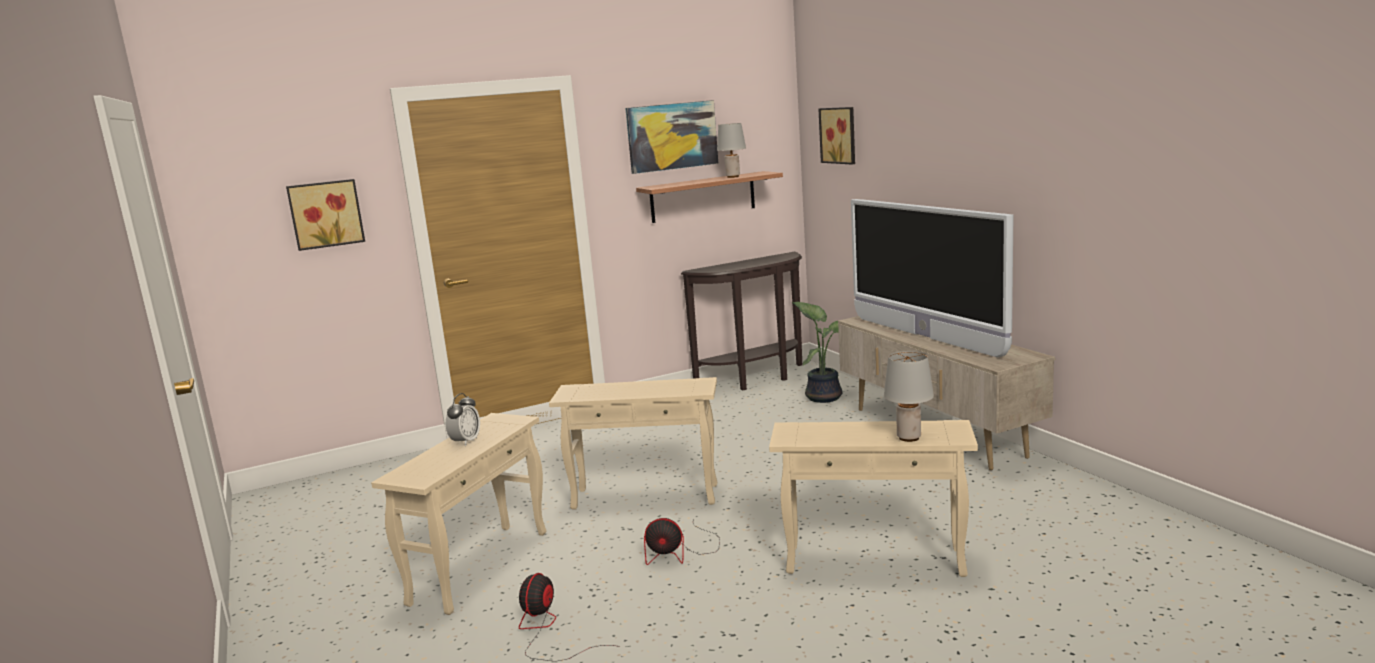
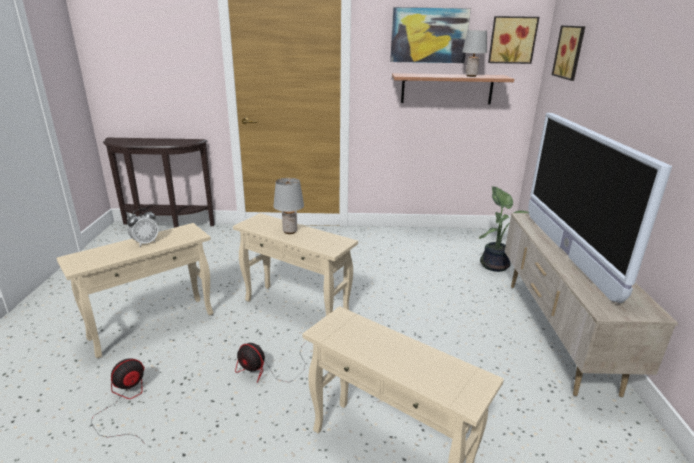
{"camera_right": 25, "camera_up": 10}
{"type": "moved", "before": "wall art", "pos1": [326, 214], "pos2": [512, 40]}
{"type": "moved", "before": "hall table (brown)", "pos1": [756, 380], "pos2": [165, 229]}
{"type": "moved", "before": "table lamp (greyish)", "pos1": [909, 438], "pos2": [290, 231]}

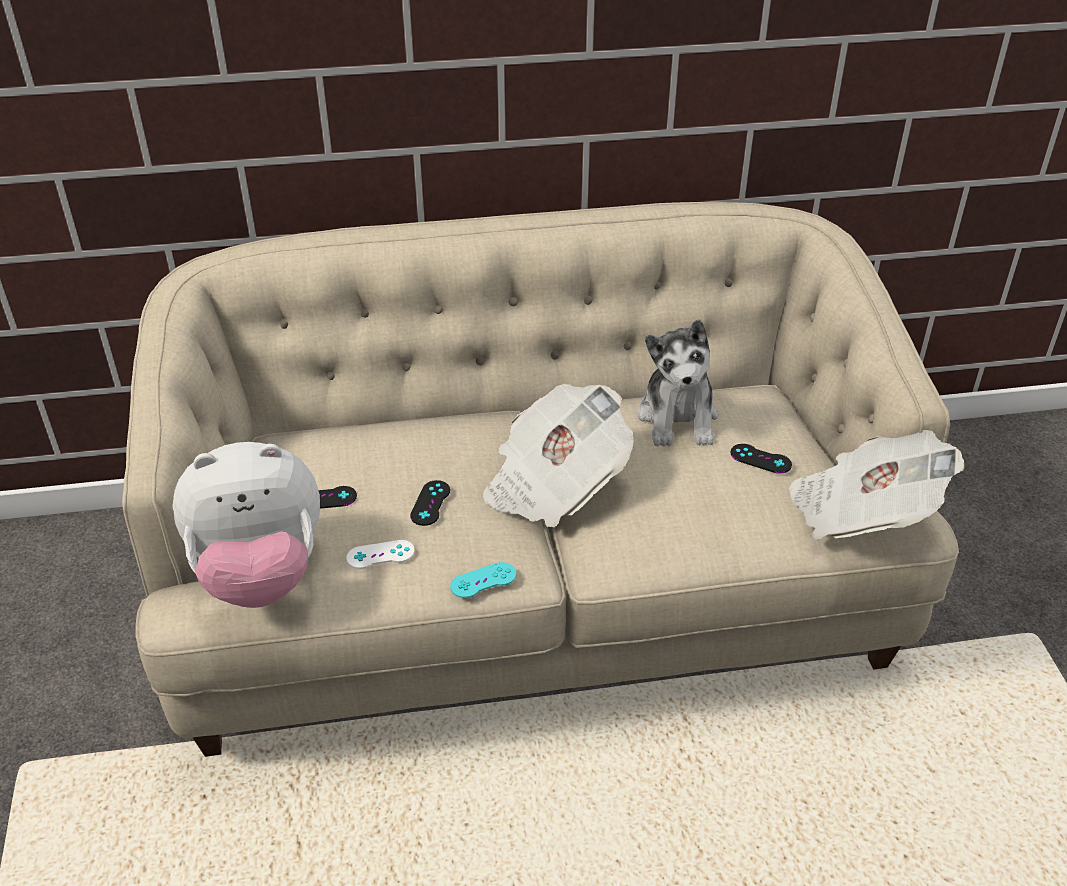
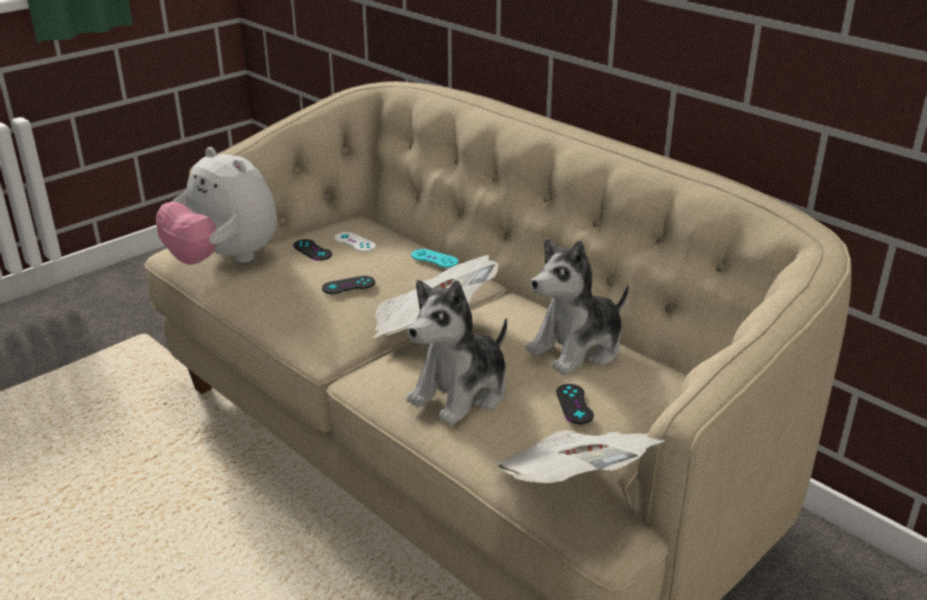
{"camera_right": 55, "camera_up": -10}
{"type": "added", "after": "cuddly toy", "pos2": [461, 393]}
{"type": "moved", "before": "joypad (white-coloured)", "pos1": [380, 555], "pos2": [355, 242]}
{"type": "moved", "before": "joypad (turquoise-coloured)", "pos1": [483, 580], "pos2": [434, 259]}

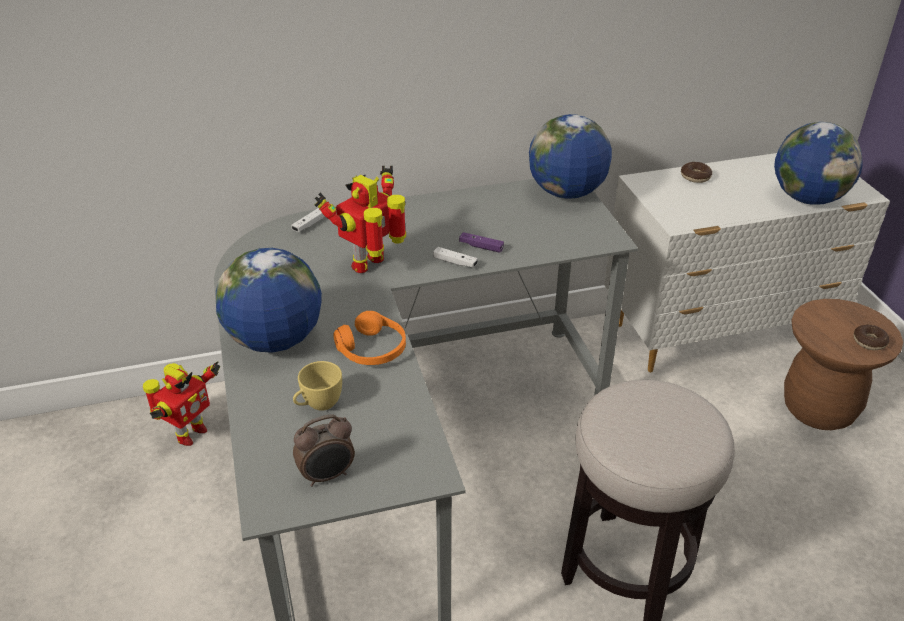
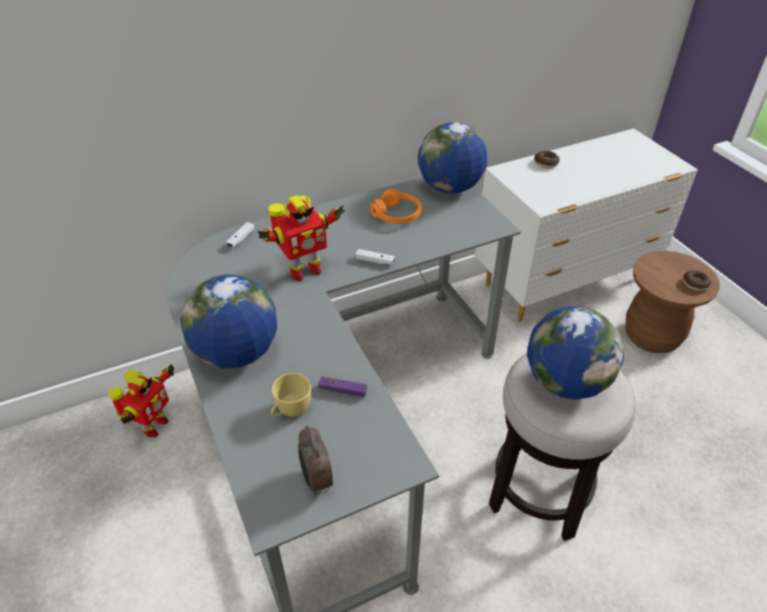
{"camera_right": -10, "camera_up": 5}
{"type": "moved", "before": "headset (orangey)", "pos1": [372, 349], "pos2": [397, 214]}
{"type": "moved", "before": "joypad (purple)", "pos1": [481, 247], "pos2": [343, 390]}
{"type": "moved", "before": "globe", "pos1": [807, 198], "pos2": [565, 382]}
{"type": "turned", "before": "alarm clock", "pos1": [327, 476], "pos2": [316, 480], "turn": 105}
{"type": "turned", "before": "robot figure", "pos1": [371, 264], "pos2": [303, 271], "turn": -150}

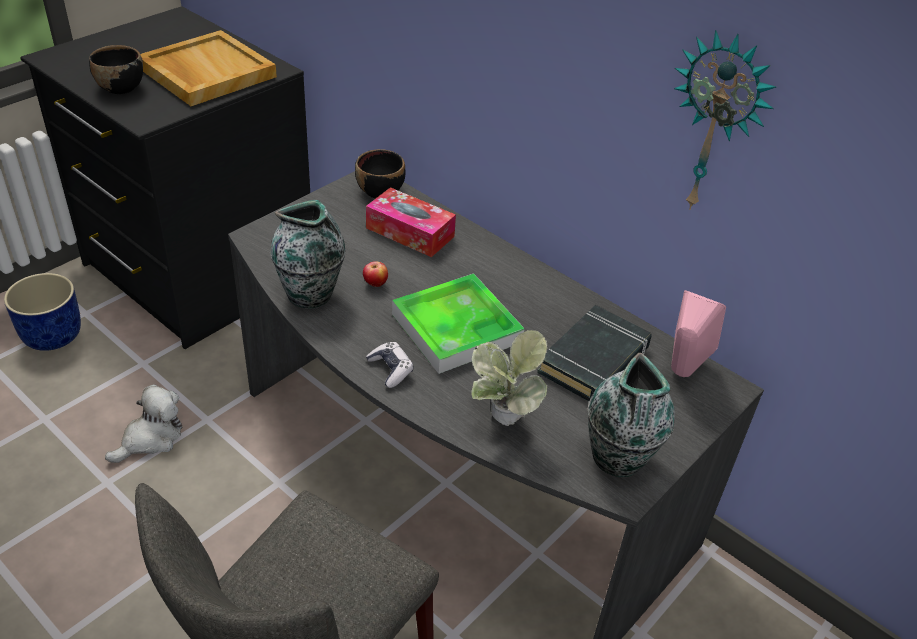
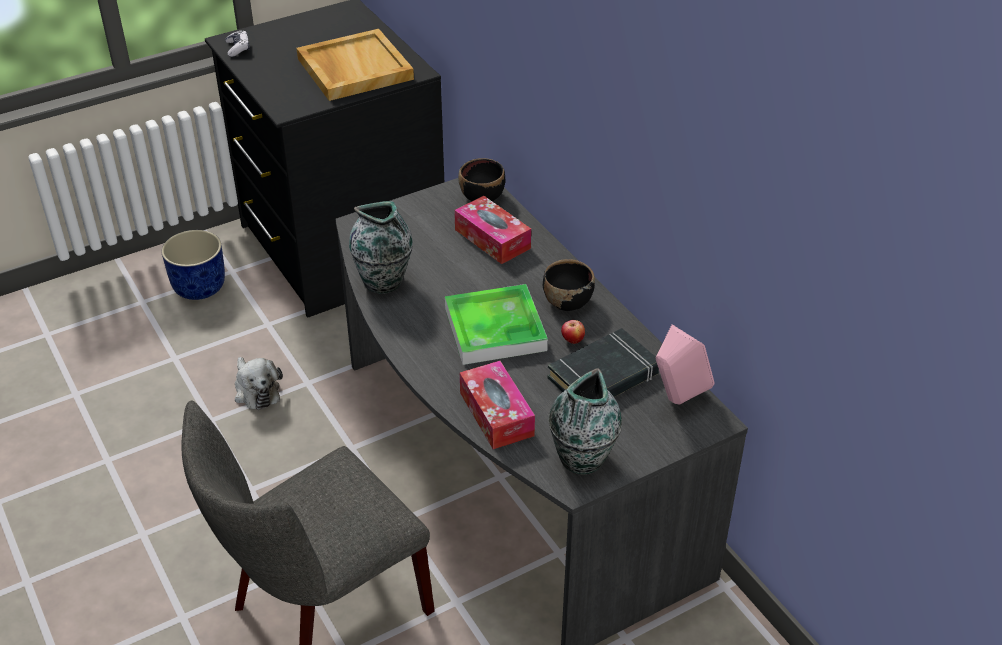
{"camera_right": 20, "camera_up": 0}
{"type": "removed", "before": "hanging clock", "pos1": [716, 124]}
{"type": "moved", "before": "deep dish (black-coloured)", "pos1": [120, 87], "pos2": [567, 301]}
{"type": "moved", "before": "apple", "pos1": [375, 284], "pos2": [572, 341]}
{"type": "moved", "before": "joypad", "pos1": [390, 369], "pos2": [238, 48]}
{"type": "replaced", "before": "potted plant", "after": "tissue box", "pos1": [501, 424], "pos2": [496, 414]}
{"type": "turned", "before": "cuddly toy", "pos1": [151, 438], "pos2": [256, 390], "turn": 90}

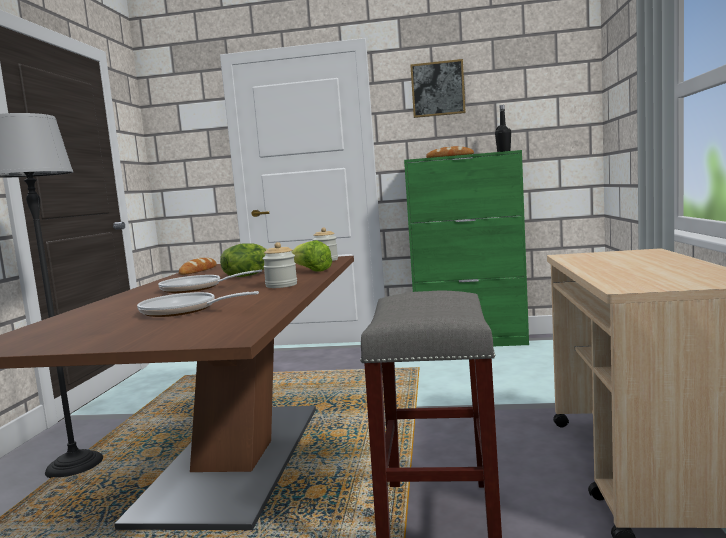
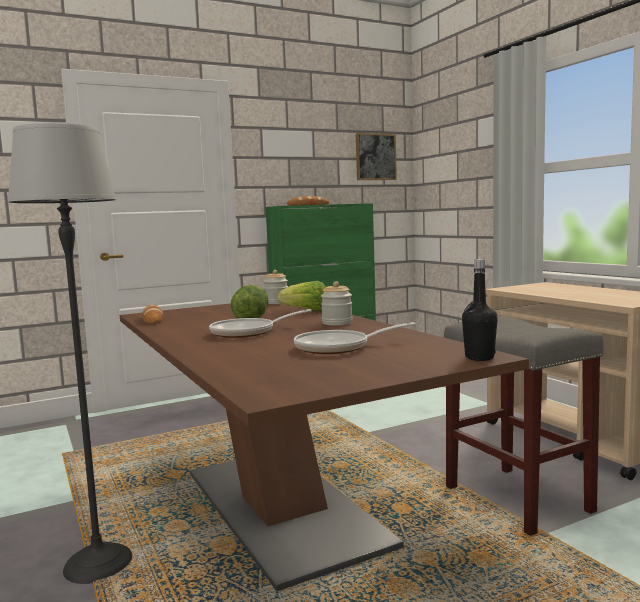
{"camera_right": -35, "camera_up": 0}
{"type": "moved", "before": "wall art", "pos1": [437, 89], "pos2": [375, 157]}
{"type": "moved", "before": "beverage bottle (black-coloured)", "pos1": [503, 152], "pos2": [479, 357]}

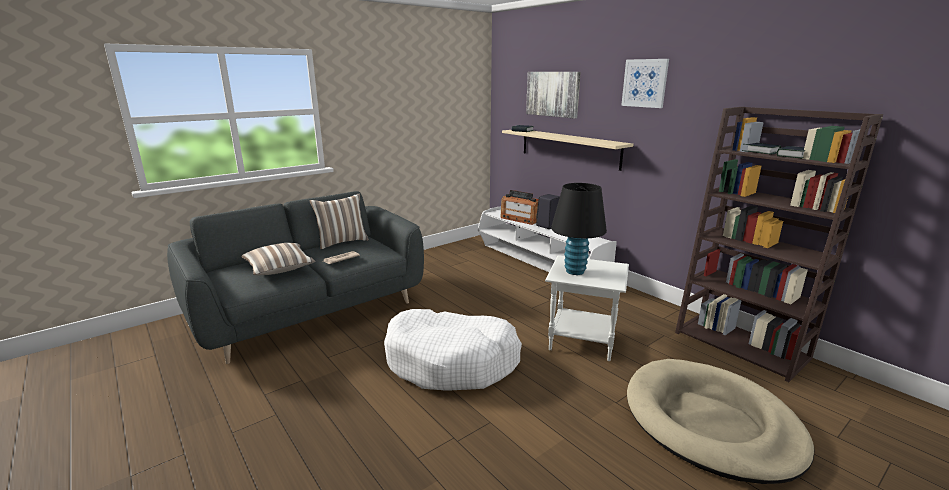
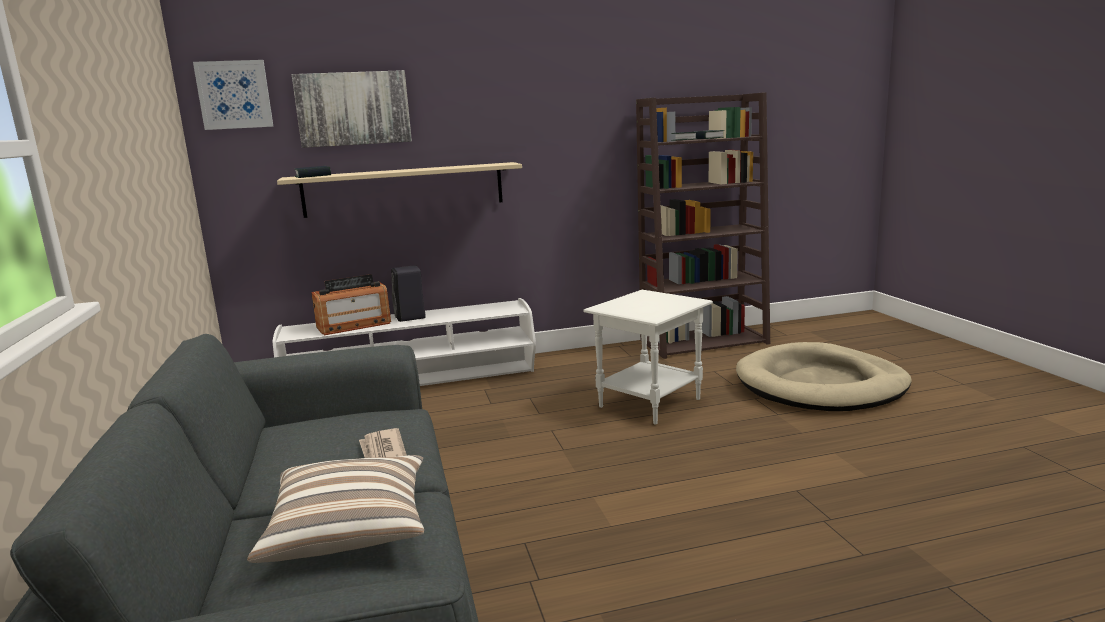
{"camera_right": -65, "camera_up": -5}
{"type": "removed", "before": "pillow", "pos1": [342, 242]}
{"type": "removed", "before": "pet bed (white-coloured)", "pos1": [452, 361]}
{"type": "removed", "before": "table lamp (black-coloured)", "pos1": [574, 271]}
{"type": "moved", "before": "wall art", "pos1": [645, 83], "pos2": [234, 95]}

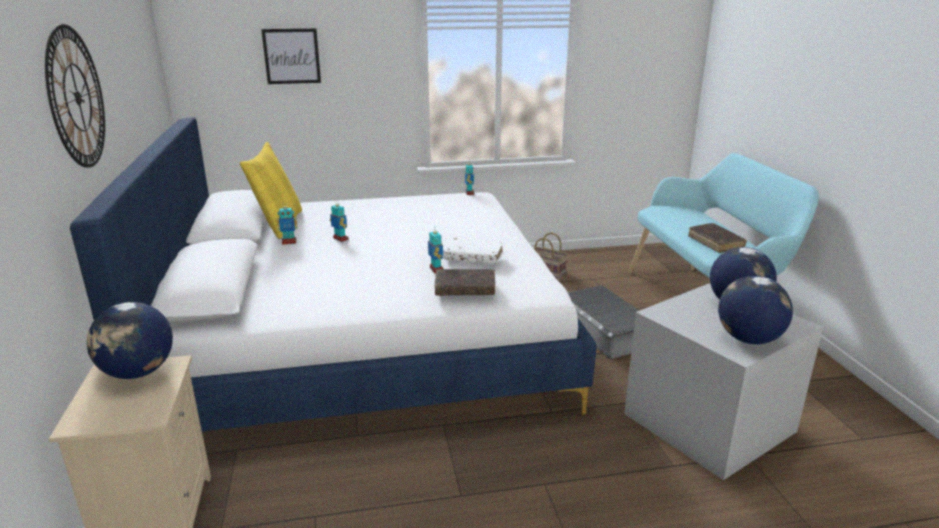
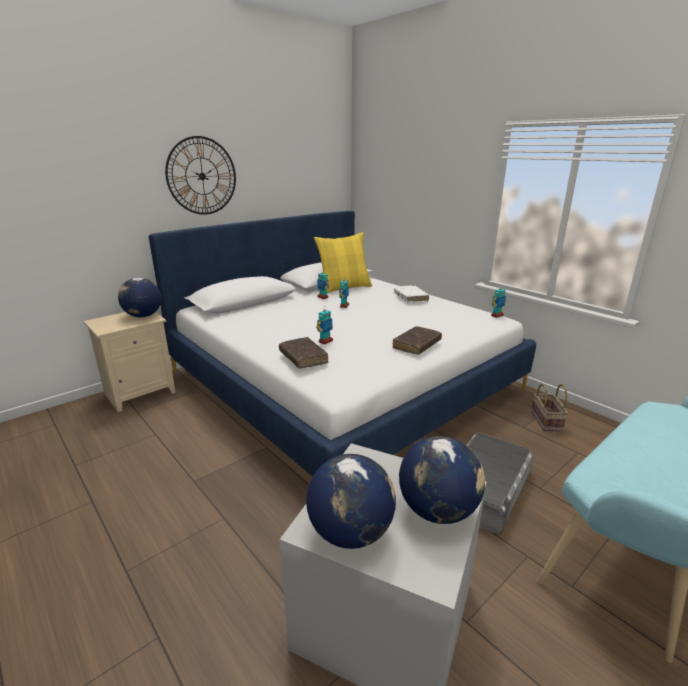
{"camera_right": 60, "camera_up": 0}
{"type": "removed", "before": "wall art", "pos1": [292, 56]}
{"type": "moved", "before": "volume (white-coloured)", "pos1": [474, 257], "pos2": [410, 298]}
{"type": "moved", "before": "volume (brown)", "pos1": [715, 243], "pos2": [416, 345]}

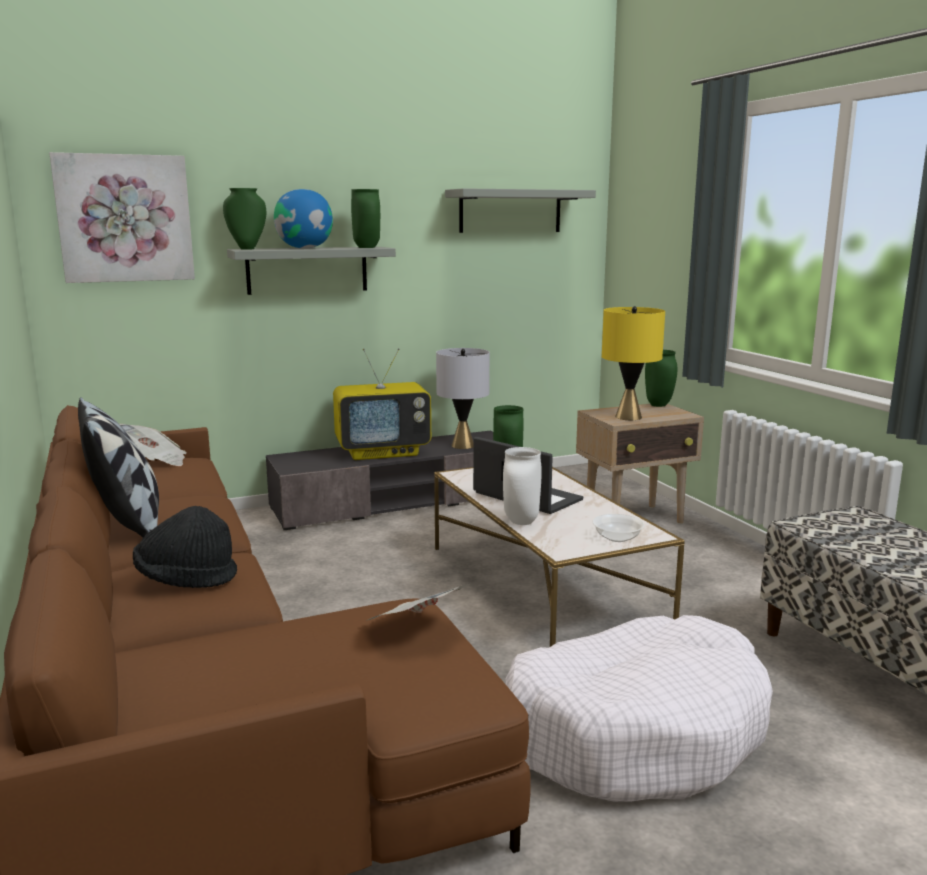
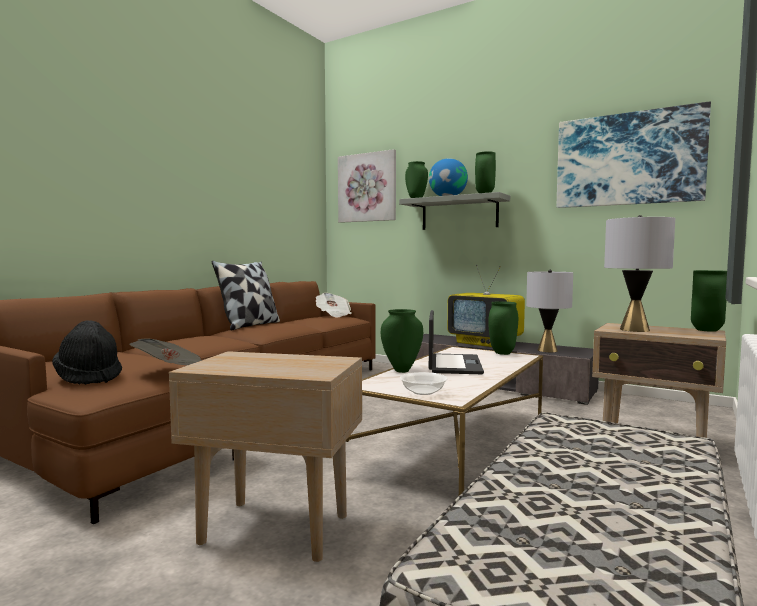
{"camera_right": 55, "camera_up": -10}
{"type": "moved", "before": "clothing hat (black-coloured)", "pos1": [186, 579], "pos2": [89, 377]}
{"type": "replaced", "before": "bracket shelf (greyish)", "after": "wall art", "pos1": [510, 211], "pos2": [628, 159]}
{"type": "replaced", "before": "pet bed (white-coloured)", "after": "end table (beige)", "pos1": [634, 731], "pos2": [273, 529]}
{"type": "recoloured", "before": "decorative vase (white-coloured)", "after": "decorative vase (greenish)", "pos1": [522, 522], "pos2": [401, 371]}
{"type": "recoloured", "before": "table lamp (yellow)", "after": "table lamp (greyish)", "pos1": [628, 417], "pos2": [634, 330]}

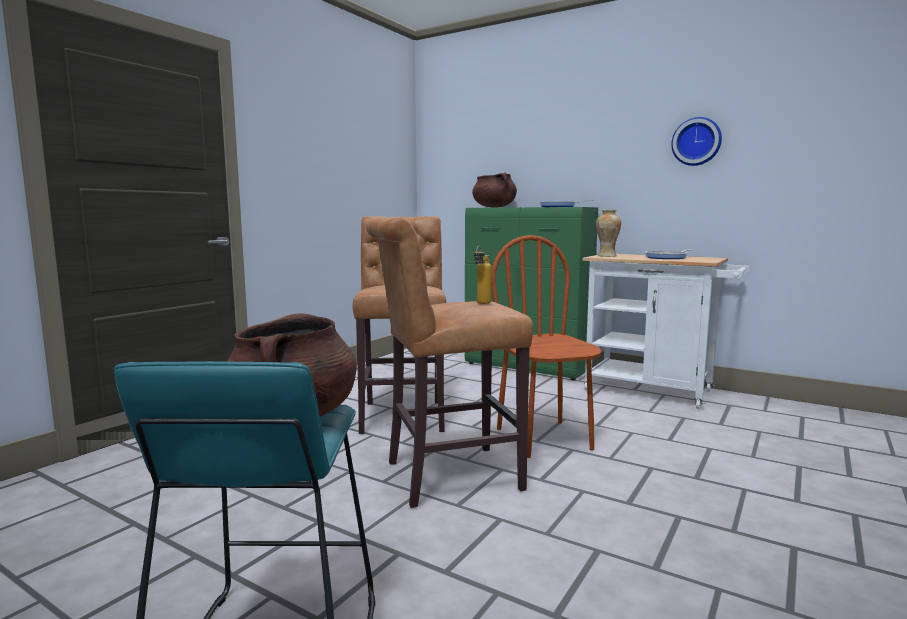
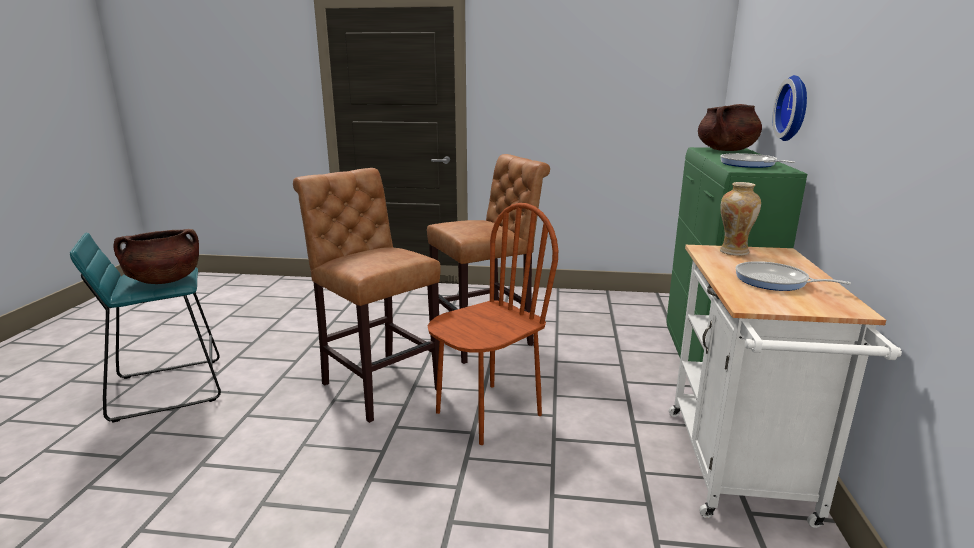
{"camera_right": 65, "camera_up": 10}
{"type": "removed", "before": "beverage bottle", "pos1": [481, 303]}
{"type": "moved", "before": "hanging clock", "pos1": [696, 142], "pos2": [795, 108]}

